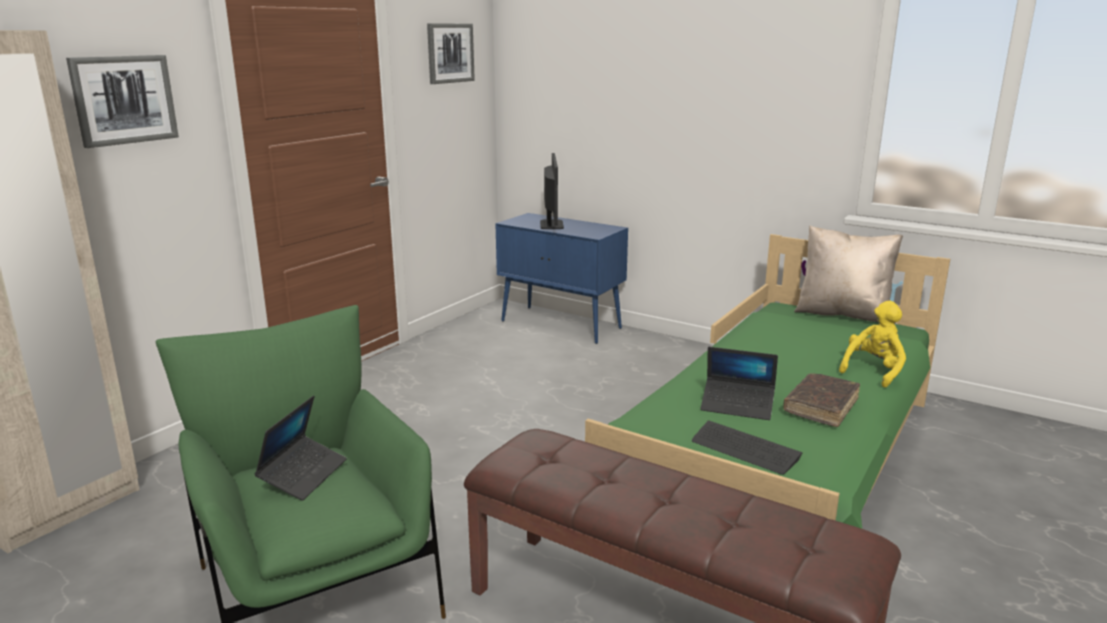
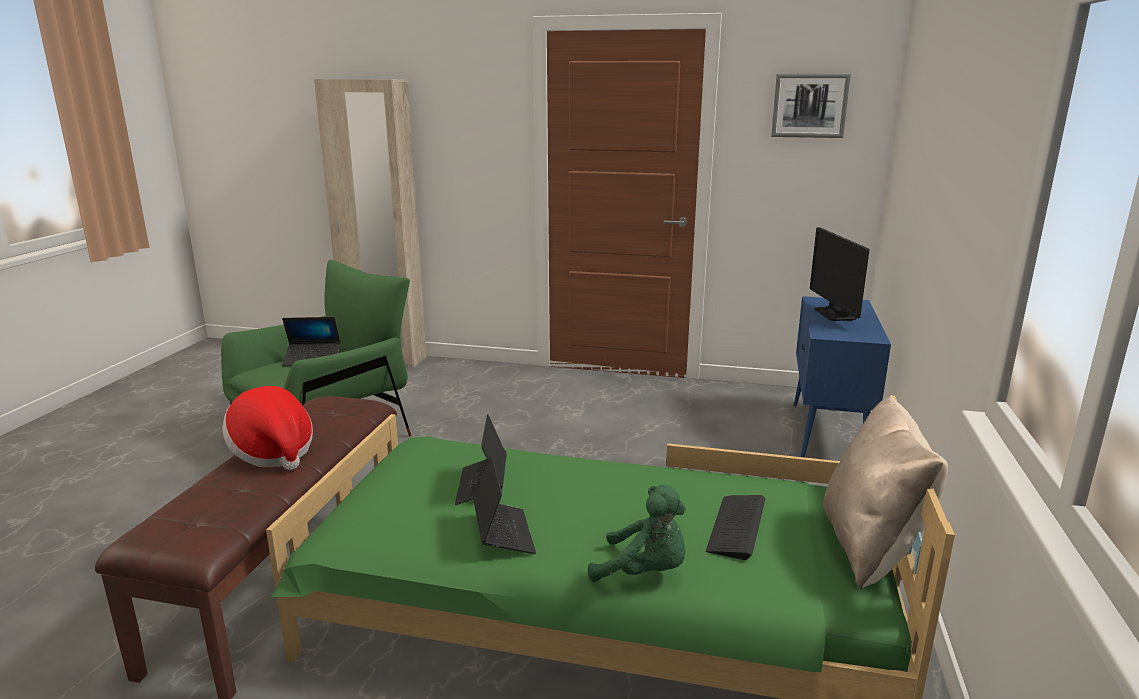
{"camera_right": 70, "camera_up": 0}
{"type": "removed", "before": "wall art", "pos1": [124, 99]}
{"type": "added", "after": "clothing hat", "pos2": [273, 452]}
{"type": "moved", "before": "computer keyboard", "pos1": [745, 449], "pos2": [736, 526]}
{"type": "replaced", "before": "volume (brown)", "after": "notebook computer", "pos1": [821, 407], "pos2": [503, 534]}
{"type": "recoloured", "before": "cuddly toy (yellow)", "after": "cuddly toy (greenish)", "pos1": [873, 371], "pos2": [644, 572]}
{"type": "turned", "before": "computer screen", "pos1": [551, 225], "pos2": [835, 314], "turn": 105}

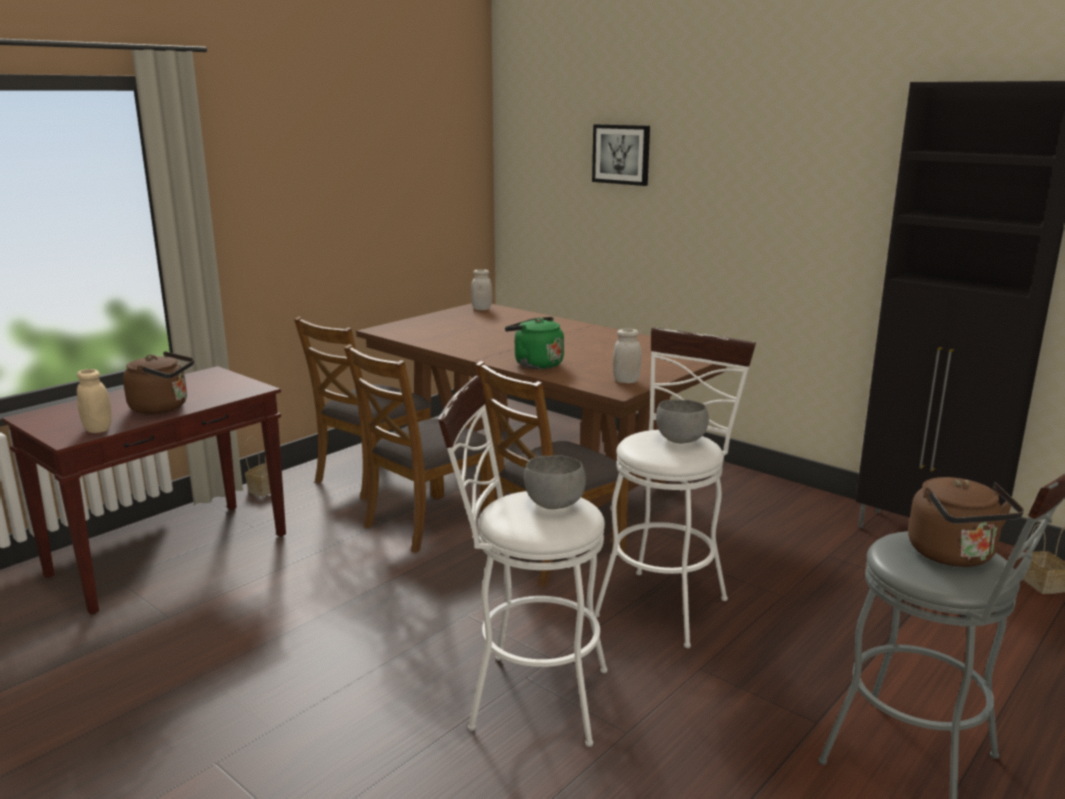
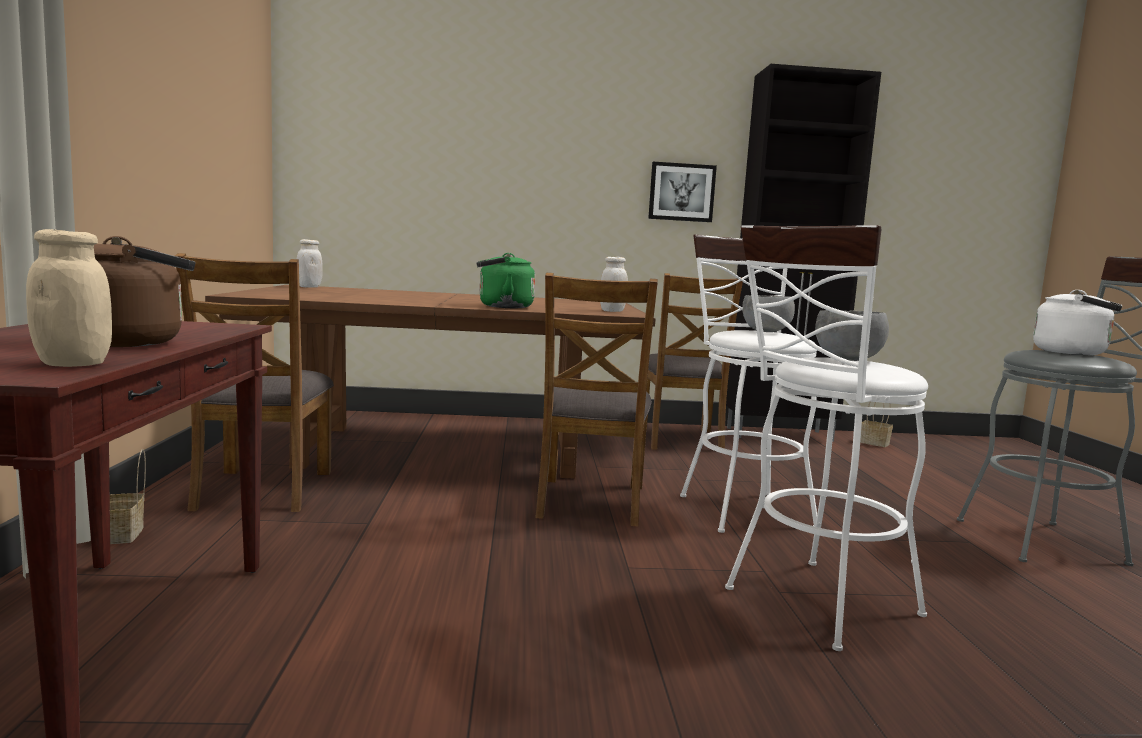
{"camera_right": -45, "camera_up": -10}
{"type": "moved", "before": "upright chair (brown)", "pos1": [427, 522], "pos2": [680, 439]}
{"type": "moved", "before": "wall art", "pos1": [621, 154], "pos2": [681, 192]}
{"type": "recoloured", "before": "tea kettle (brown)", "after": "tea kettle (white-coloured)", "pos1": [954, 556], "pos2": [1074, 353]}

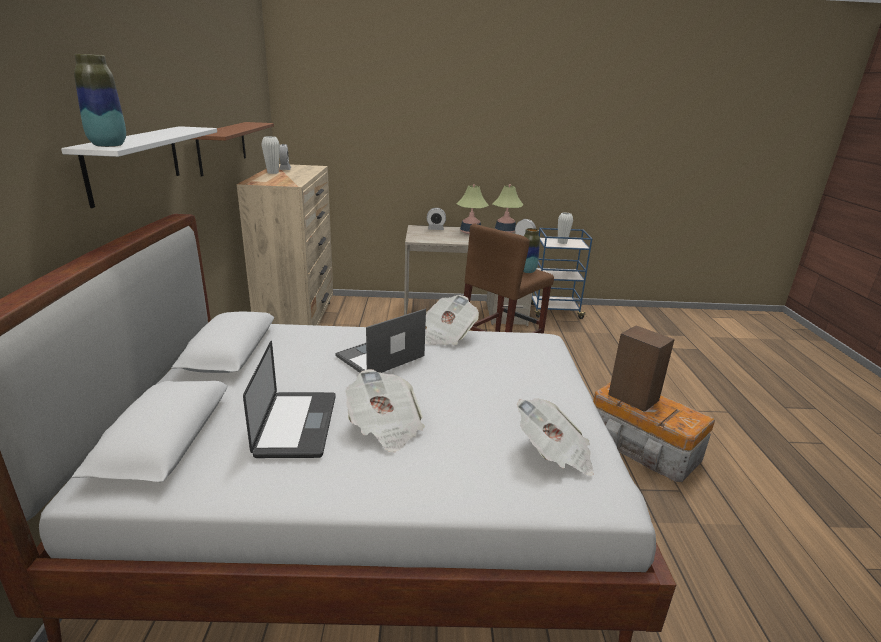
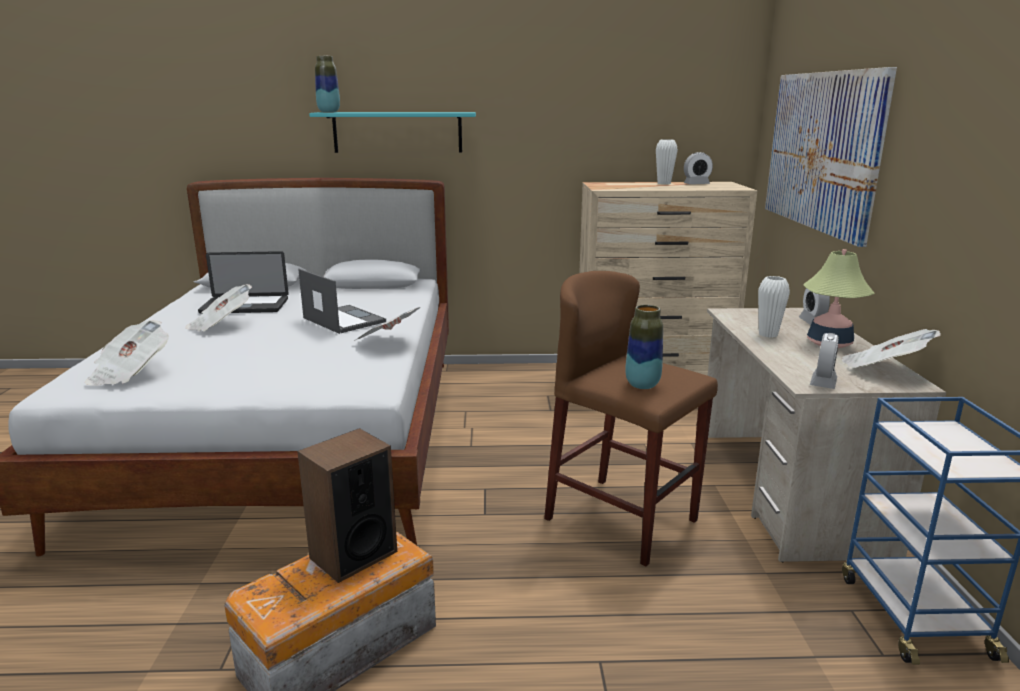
{"camera_right": 90, "camera_up": -5}
{"type": "removed", "before": "bracket shelf (brown)", "pos1": [222, 147]}
{"type": "added", "after": "wall art", "pos2": [822, 151]}
{"type": "moved", "before": "decorative vase (white-coloured)", "pos1": [562, 242], "pos2": [768, 334]}
{"type": "replaced", "before": "table lamp", "after": "newspaper", "pos1": [505, 231], "pos2": [882, 369]}
{"type": "recoloured", "before": "bracket shelf (white-coloured)", "after": "bracket shelf (turquoise-coloured)", "pos1": [135, 162], "pos2": [397, 132]}

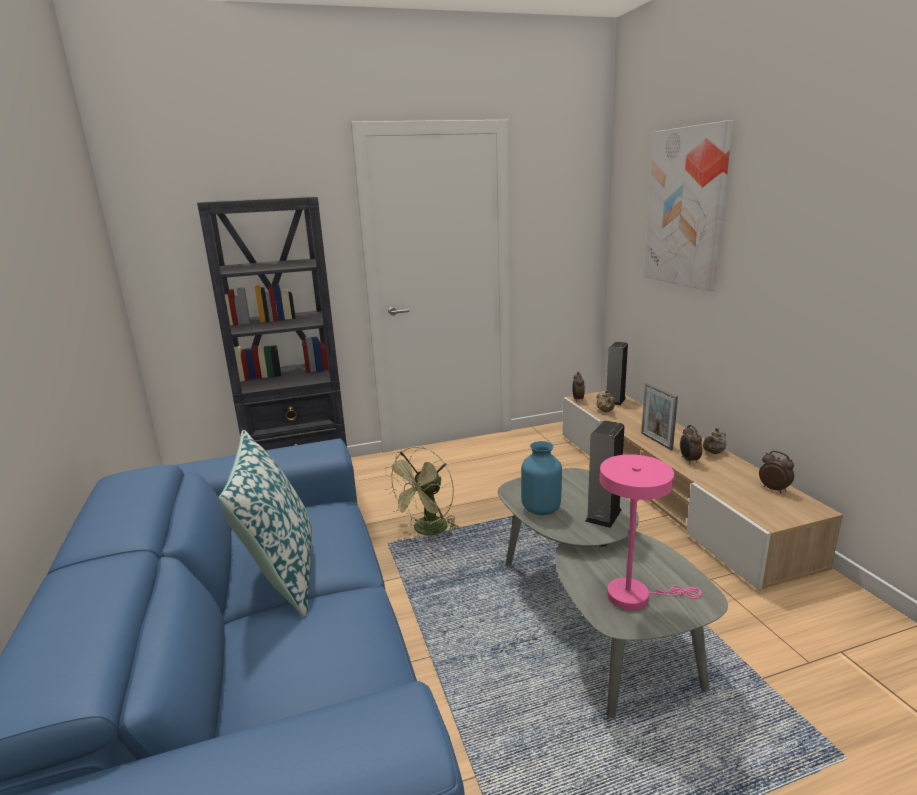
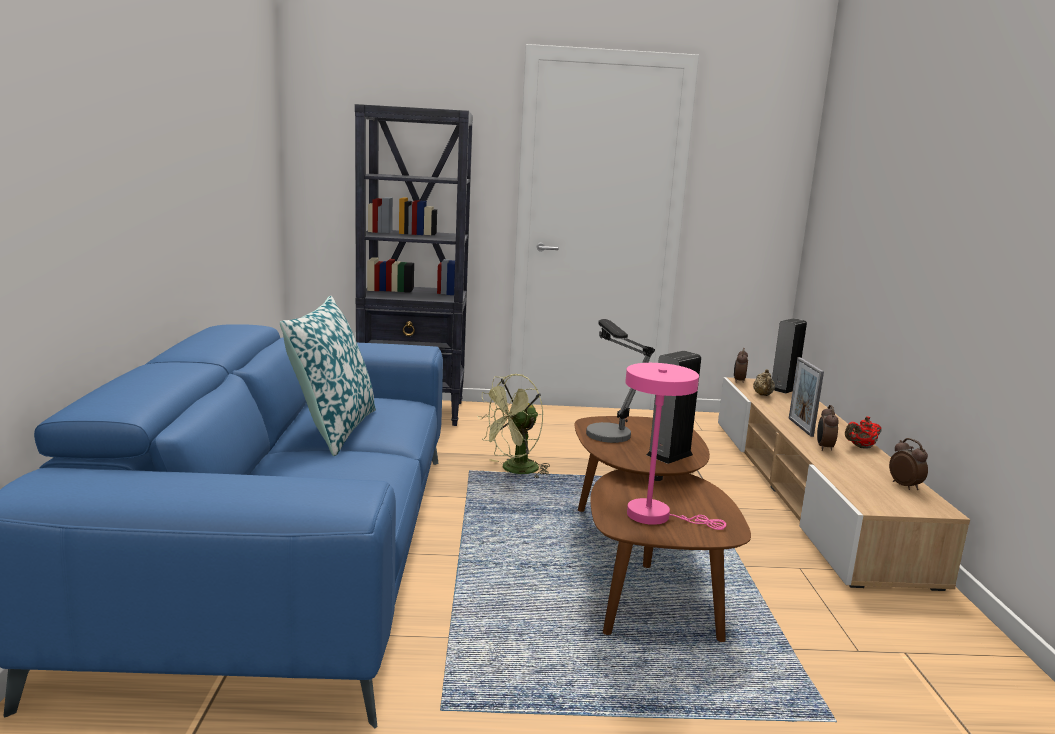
{"camera_right": 15, "camera_up": -5}
{"type": "removed", "before": "wall art", "pos1": [686, 208]}
{"type": "replaced", "before": "decorative vase (bluish)", "after": "table lamp", "pos1": [541, 509], "pos2": [609, 439]}
{"type": "recoloured", "before": "coffee table (greyish)", "after": "coffee table (brown)", "pos1": [592, 615], "pos2": [642, 564]}
{"type": "recoloured", "before": "teapot (beige)", "after": "teapot (red)", "pos1": [713, 452], "pos2": [861, 447]}

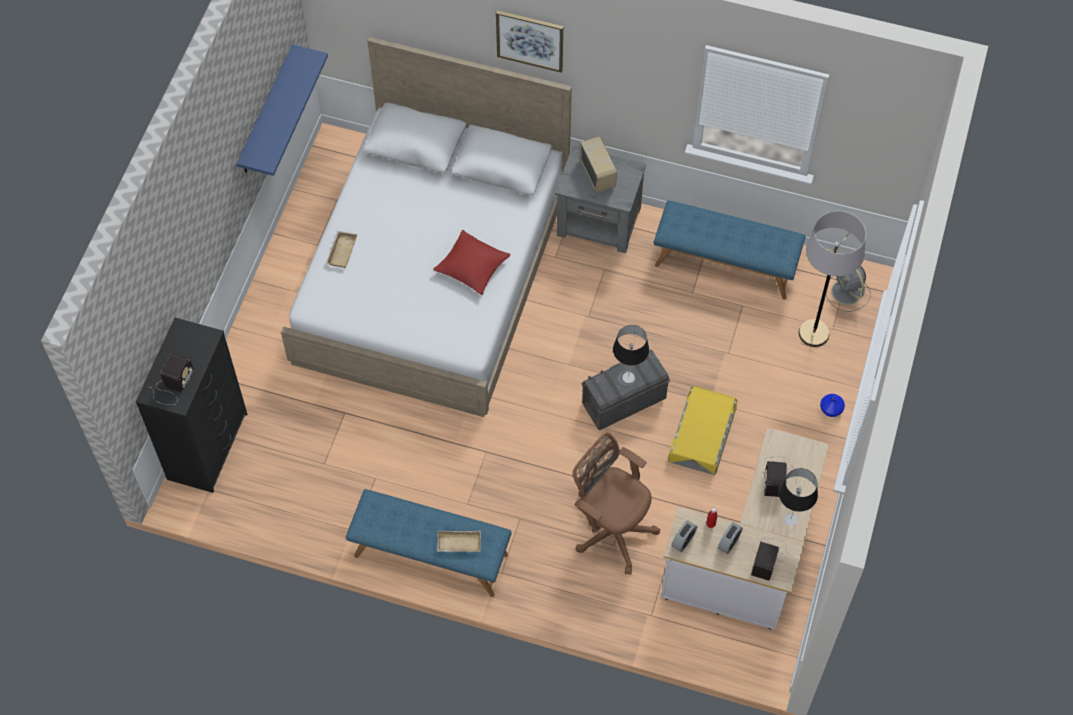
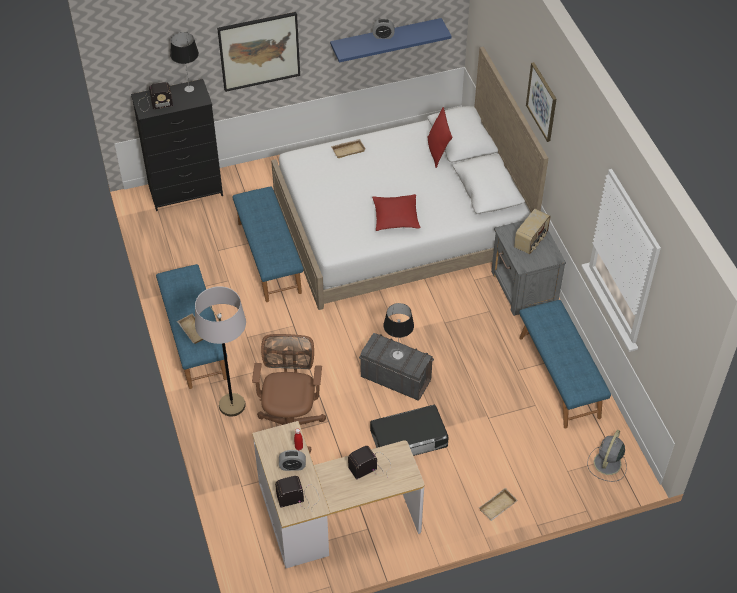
{"camera_right": 55, "camera_up": -10}
{"type": "added", "after": "wall art", "pos2": [259, 51]}
{"type": "added", "after": "long seat (bluish)", "pos2": [270, 257]}
{"type": "added", "after": "pillow (red)", "pos2": [437, 152]}
{"type": "moved", "before": "alarm clock", "pos1": [683, 541], "pos2": [383, 36]}
{"type": "moved", "before": "table lamp", "pos1": [790, 520], "pos2": [189, 89]}
{"type": "moved", "before": "standard lamp (greyish)", "pos1": [813, 333], "pos2": [232, 405]}
{"type": "replaced", "before": "decorative vase (bluish)", "after": "carrying tray (beige)", "pos1": [831, 410], "pos2": [498, 507]}
{"type": "recoloured", "before": "storage bin (yellow)", "after": "storage bin (black-coloured)", "pos1": [702, 434], "pos2": [408, 438]}

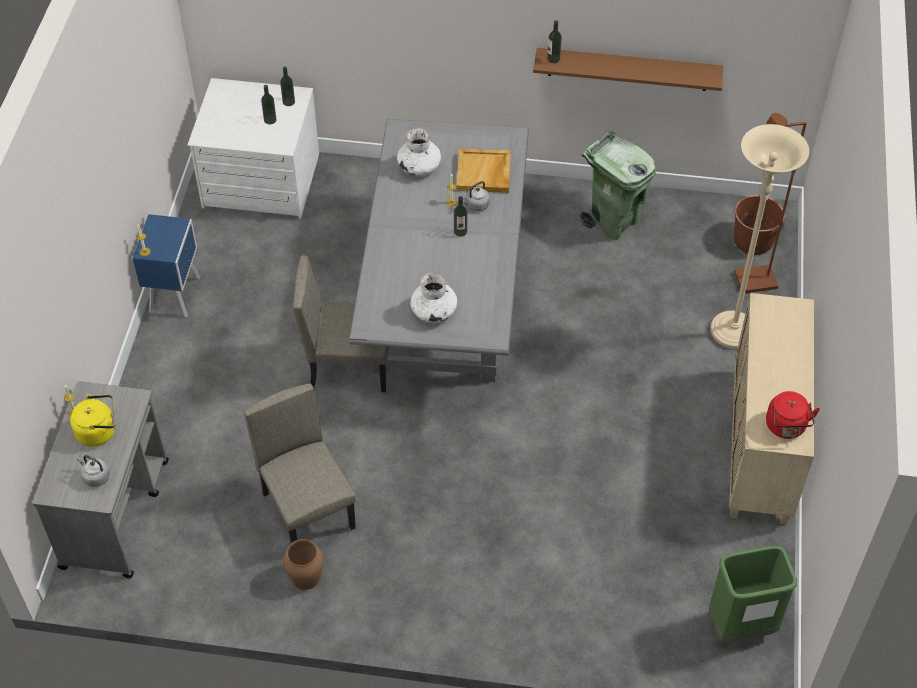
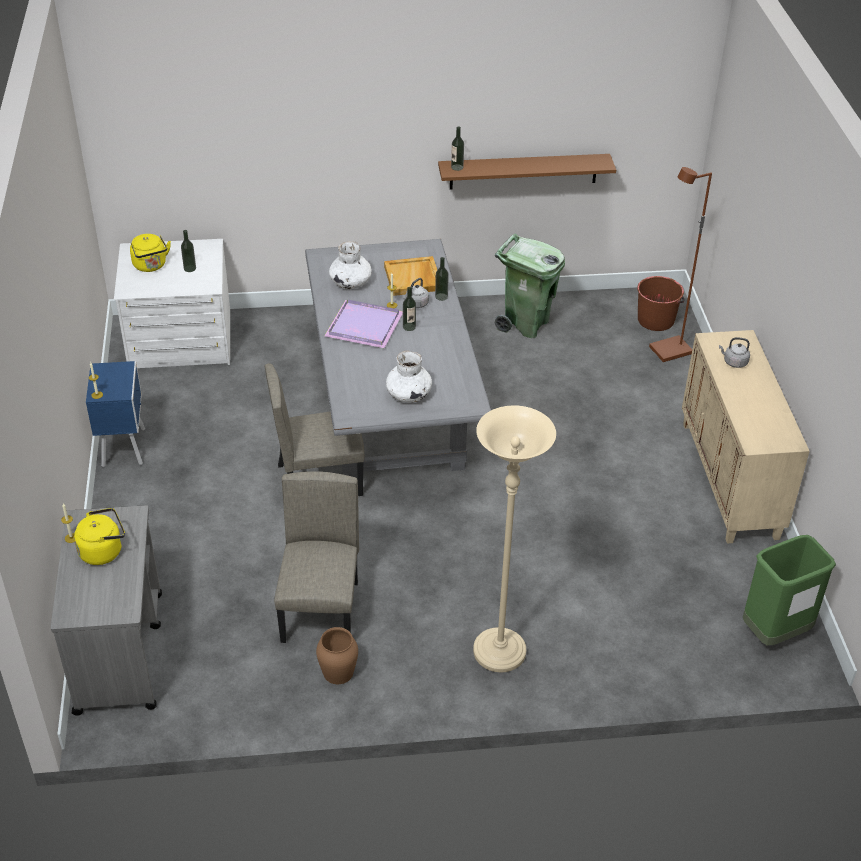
{"camera_right": -15, "camera_up": -10}
{"type": "removed", "before": "tea kettle (red)", "pos1": [786, 427]}
{"type": "added", "after": "tea kettle (yellow)", "pos2": [151, 266]}
{"type": "added", "after": "carrying tray (purple)", "pos2": [366, 325]}
{"type": "moved", "before": "tea kettle (greyish)", "pos1": [95, 477], "pos2": [734, 362]}
{"type": "moved", "before": "beverage bottle", "pos1": [288, 102], "pos2": [441, 297]}
{"type": "moved", "before": "standard lamp (beige)", "pos1": [733, 332], "pos2": [499, 652]}
{"type": "turned", "before": "upright chair (beige)", "pos1": [309, 510], "pos2": [321, 611], "turn": 45}

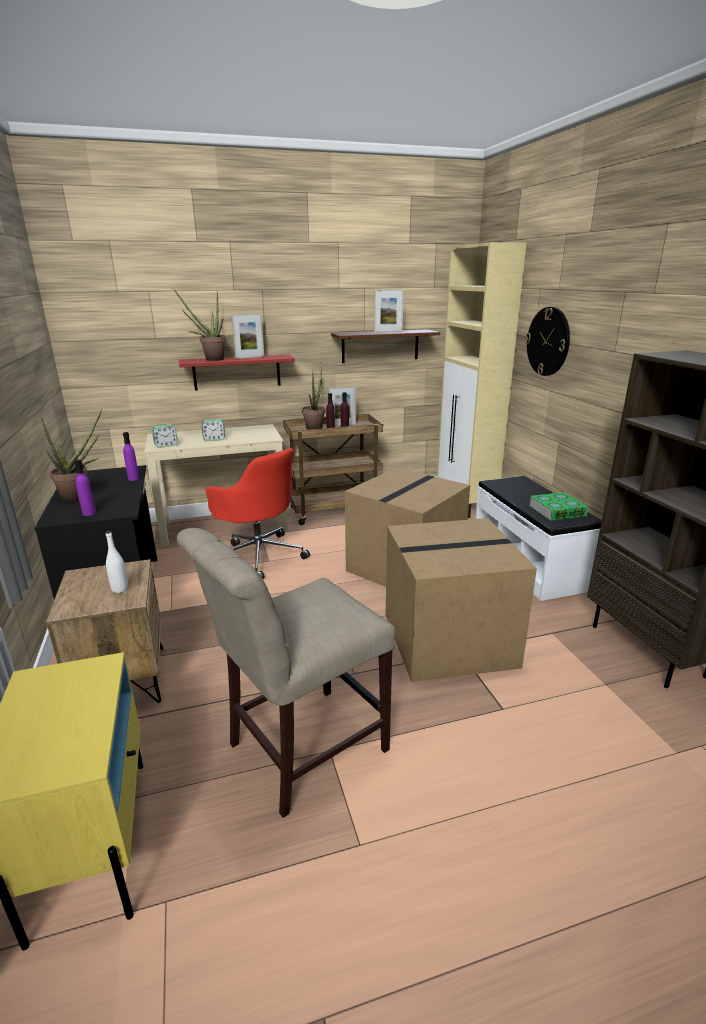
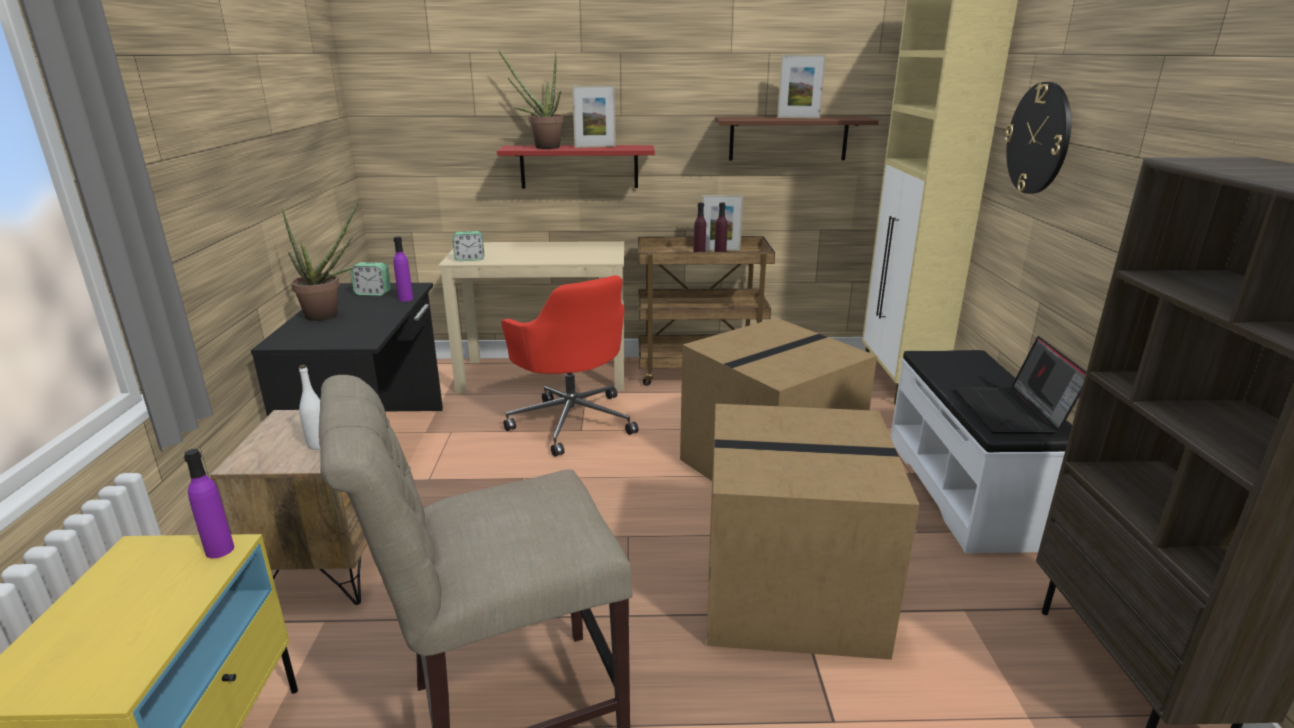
{"camera_right": 15, "camera_up": 0}
{"type": "removed", "before": "potted plant", "pos1": [315, 427]}
{"type": "moved", "before": "beverage bottle (purple)", "pos1": [89, 513], "pos2": [219, 550]}
{"type": "moved", "before": "alarm clock", "pos1": [214, 439], "pos2": [373, 293]}
{"type": "replaced", "before": "volume", "after": "notebook computer", "pos1": [557, 510], "pos2": [1012, 412]}

